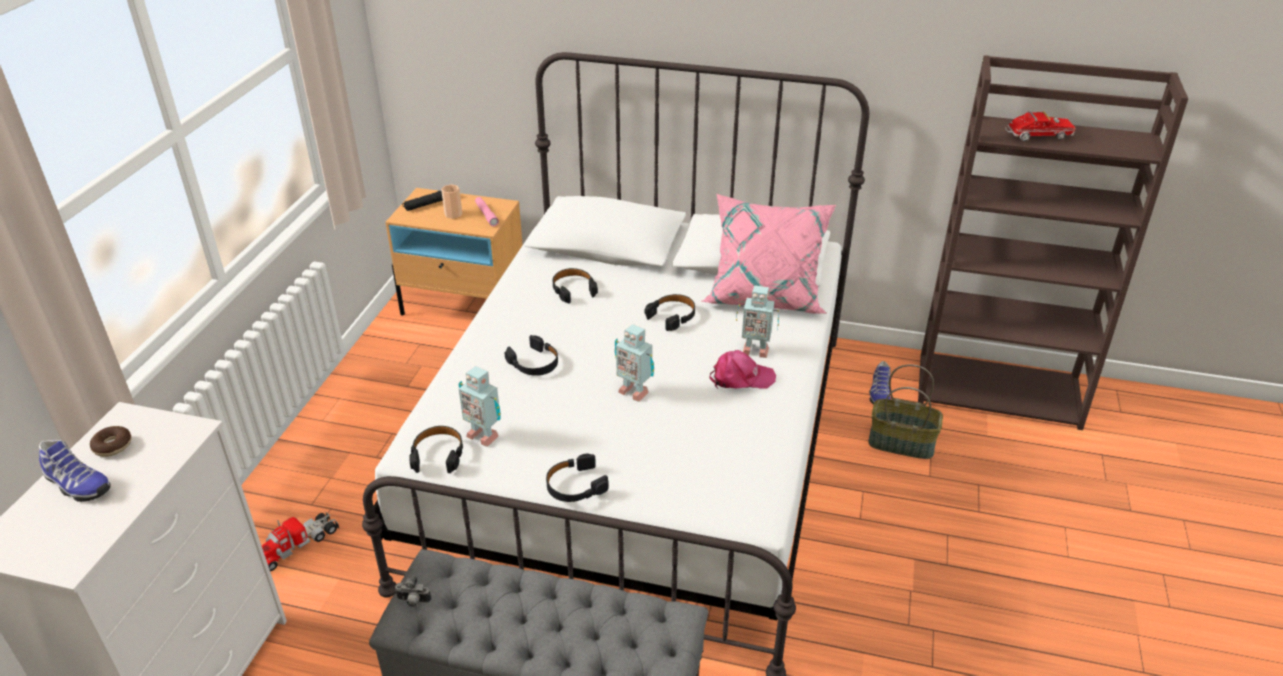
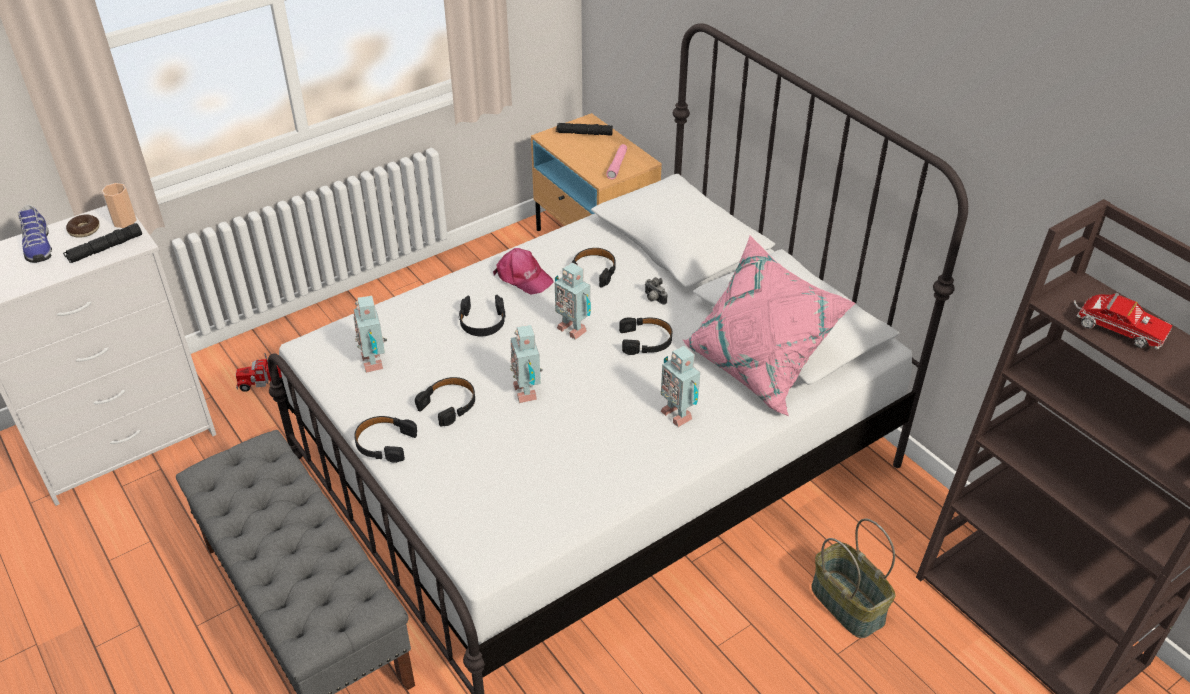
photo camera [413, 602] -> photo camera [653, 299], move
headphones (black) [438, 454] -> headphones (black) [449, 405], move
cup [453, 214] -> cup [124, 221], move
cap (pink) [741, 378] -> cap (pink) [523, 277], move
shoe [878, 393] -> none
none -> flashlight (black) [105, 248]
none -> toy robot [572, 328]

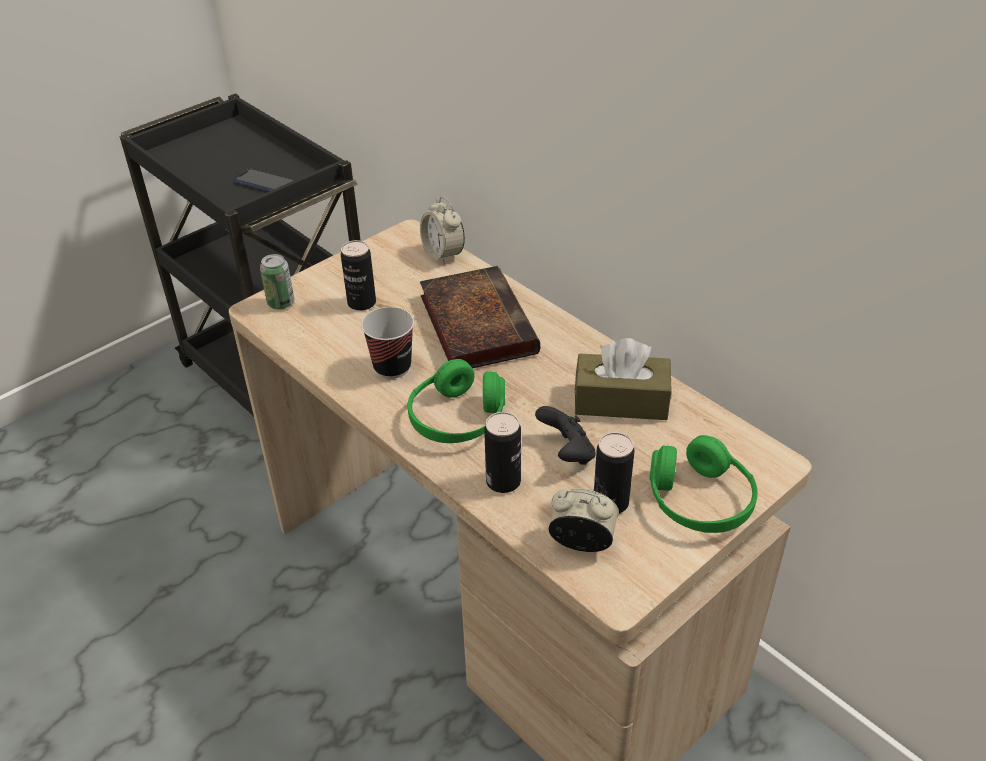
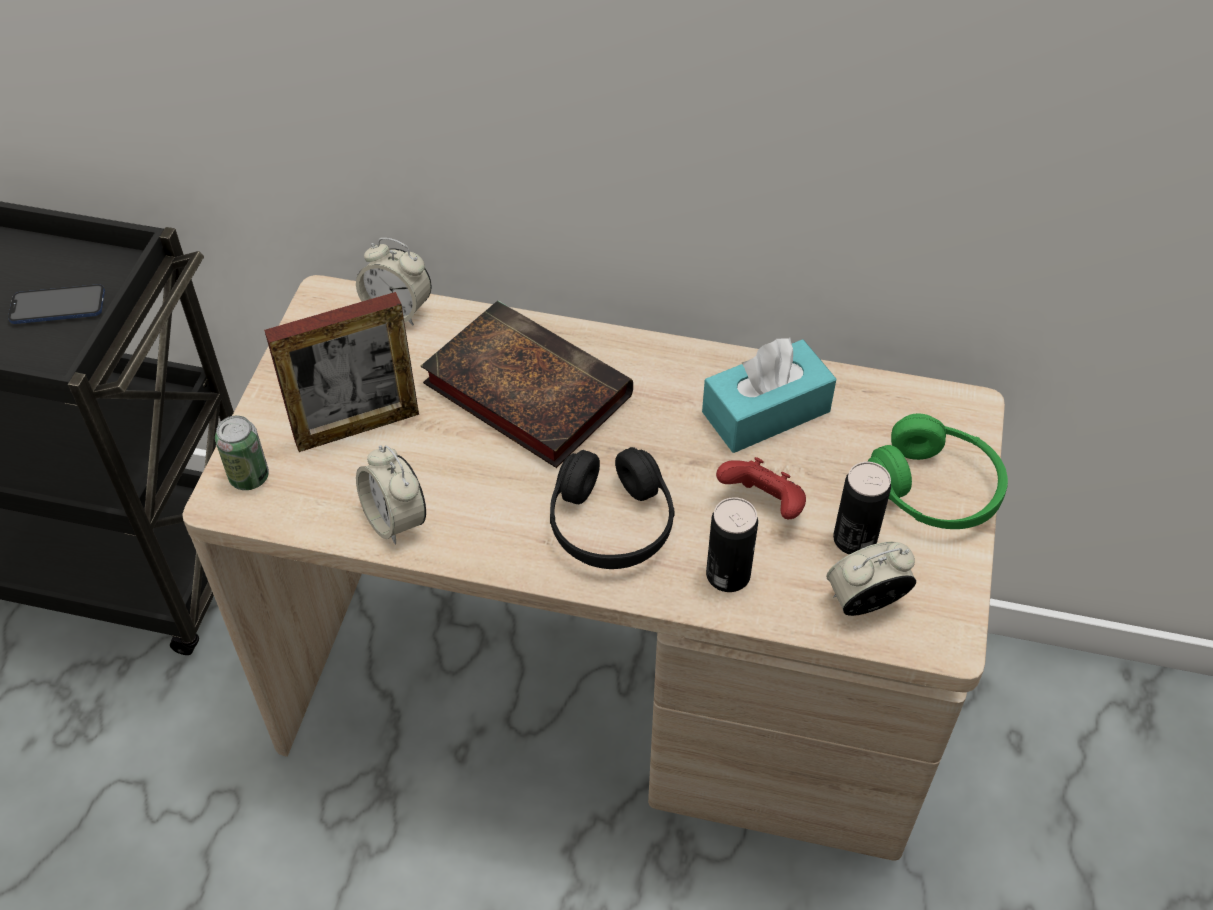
can [361, 303] -> picture frame [357, 427]
cup [392, 367] -> none
headphones (green) [457, 418] -> headphones (black) [611, 524]
game controller (black) [567, 453] -> game controller (red) [763, 504]
tissue box (brown) [621, 401] -> tissue box (turquoise) [766, 412]
none -> alarm clock [395, 520]

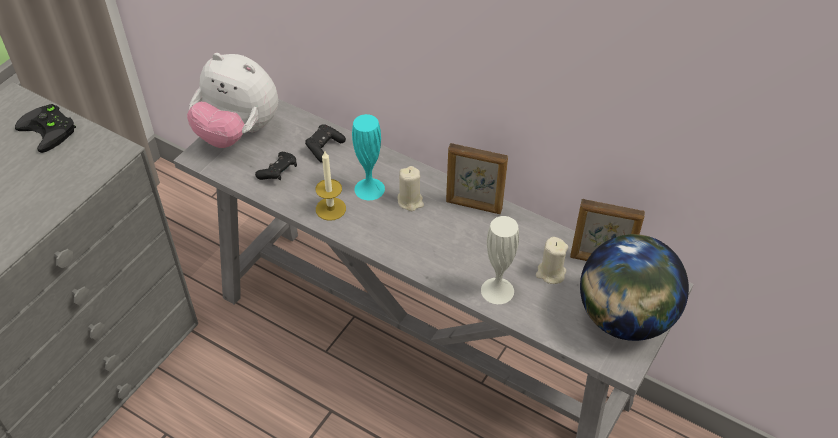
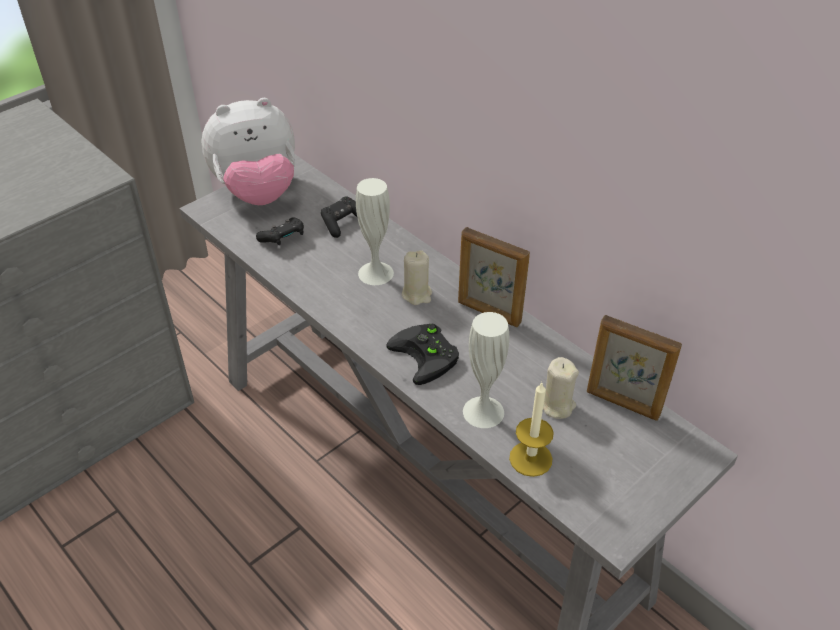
game controller (black) [51, 130] -> game controller (black) [428, 356], move
plush toy [238, 132] -> plush toy [257, 192], 60 degrees counterclockwise
candle [330, 209] -> candle [530, 458], move
vase (turquoise) [369, 189] -> vase (white) [375, 273]
globe [624, 318] -> none

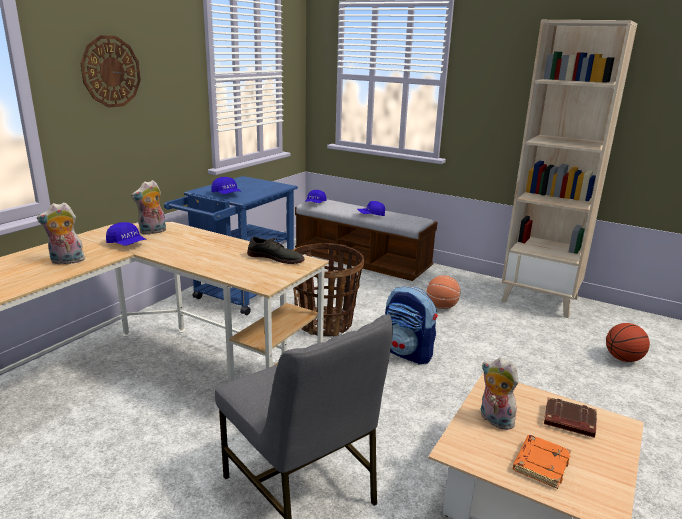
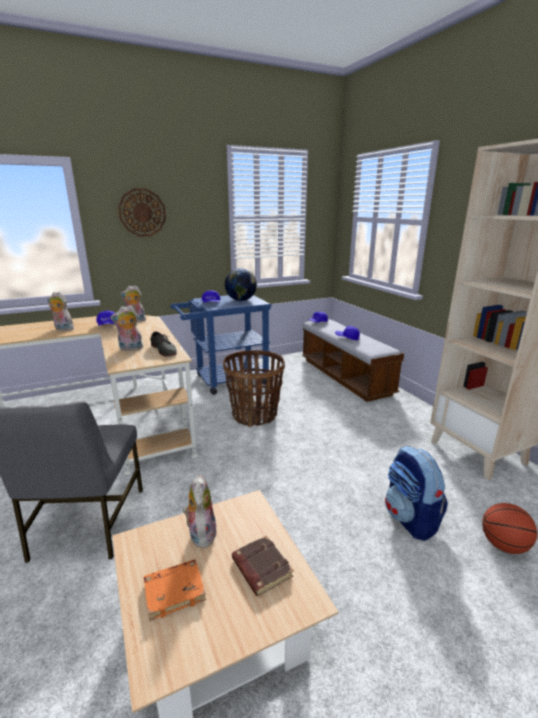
backpack [408, 353] -> backpack [410, 519], move
basketball [442, 306] -> none
none -> plush toy [130, 349]
none -> globe [241, 300]

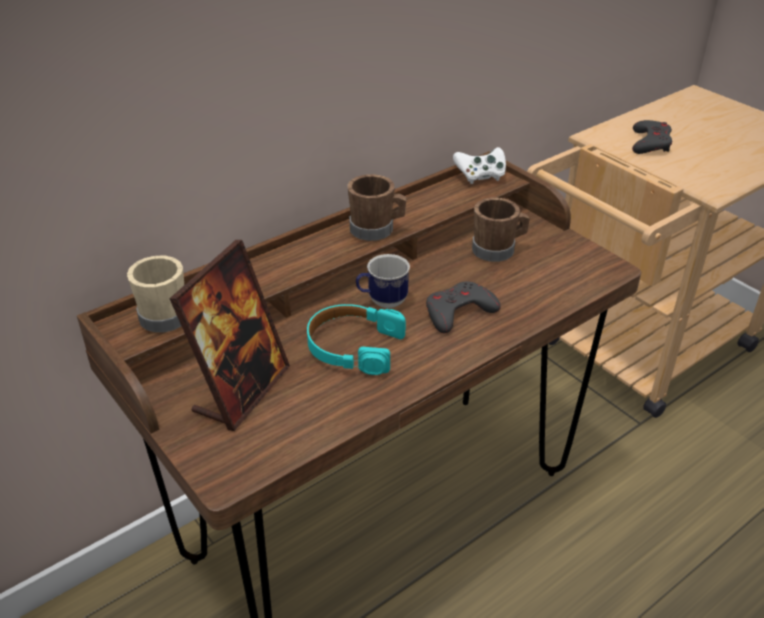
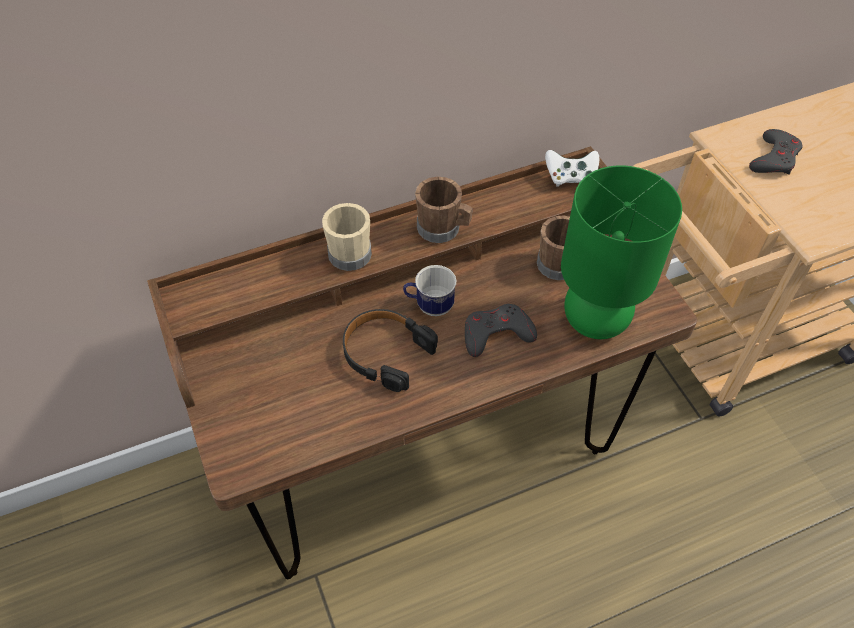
mug (beige) [162, 314] -> mug (beige) [348, 250], move
picture frame [241, 390] -> none
headphones (turquoise) [353, 347] -> headphones (black) [386, 353]
none -> table lamp (green) [595, 321]

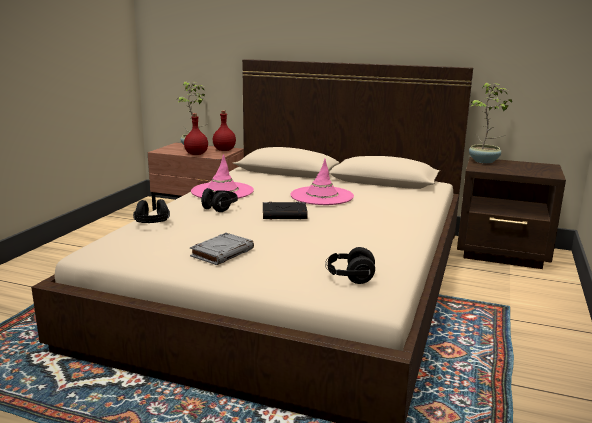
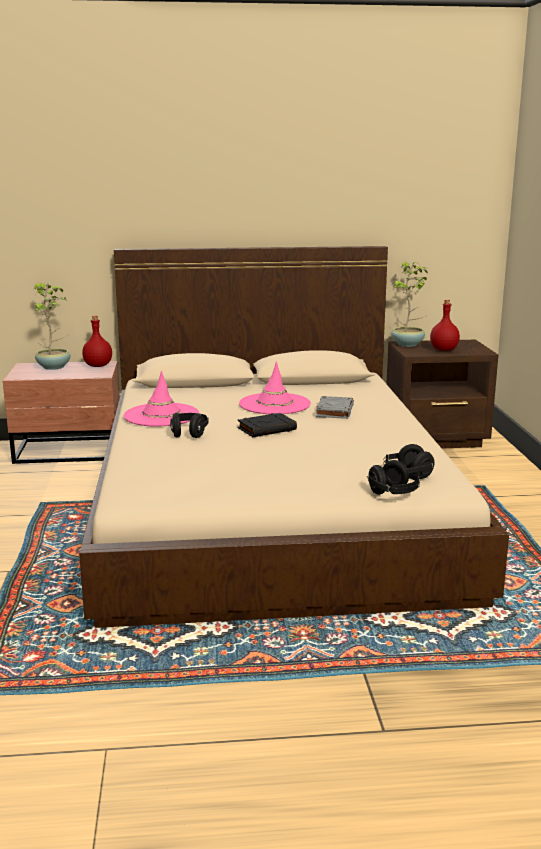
headphones (black) [152, 224] -> headphones (black) [393, 494], move
bottle (red) [196, 154] -> bottle (red) [443, 350], move
book (grey) [222, 252] -> book (grey) [334, 411], move

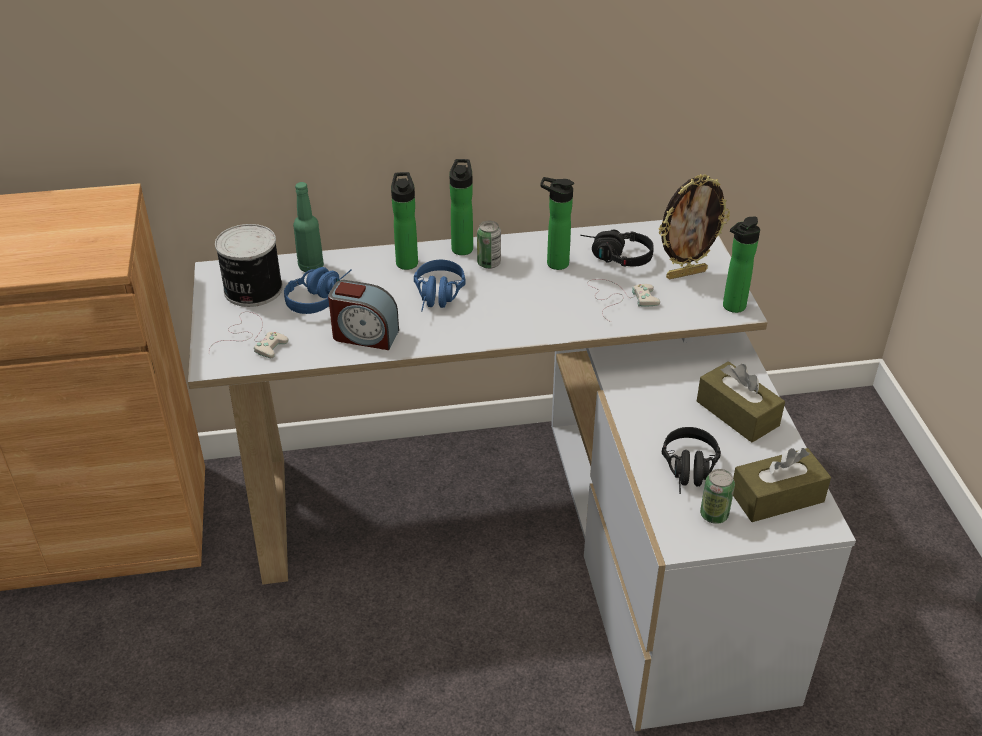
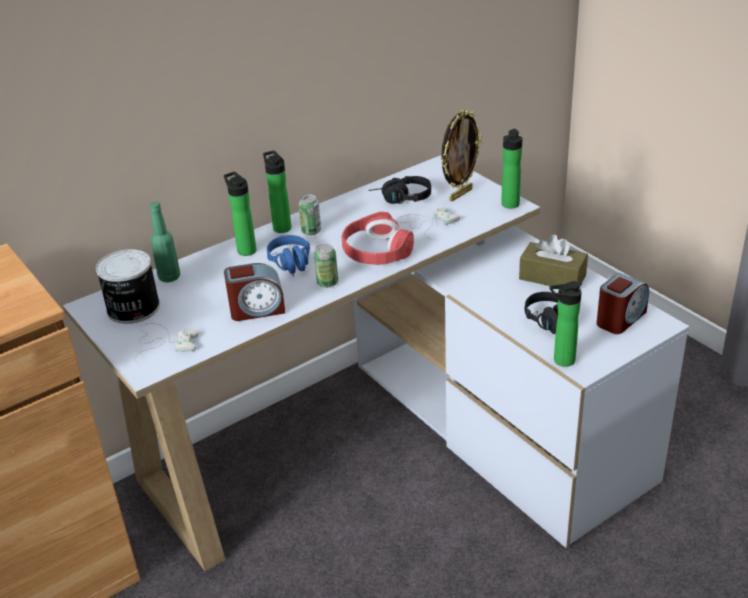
headphones (blue) [320, 297] -> none
bottle [554, 263] -> bottle [561, 361], move
can [714, 515] -> can [327, 283], move
tissue box (brown) [777, 497] -> alarm clock [620, 319]
none -> headphones (red) [376, 251]

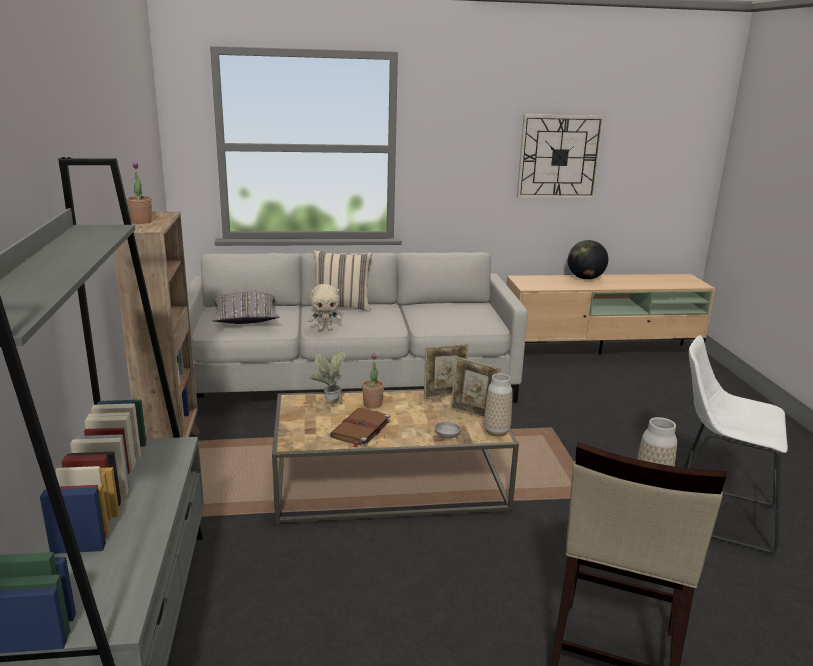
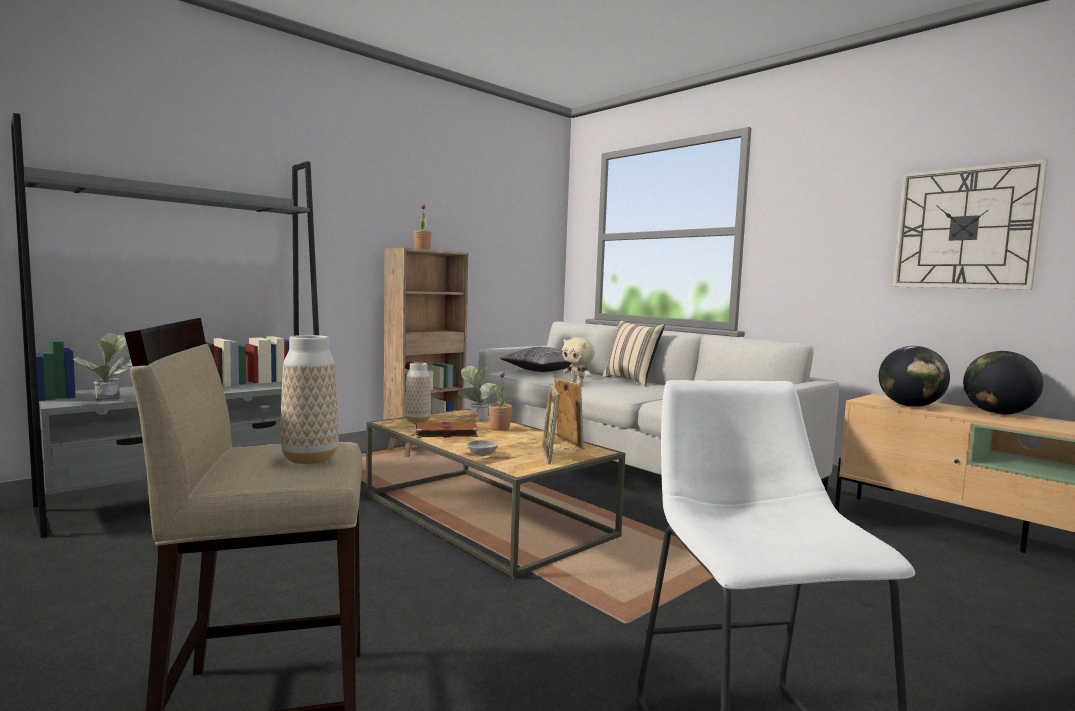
picture frame [444, 395] -> picture frame [567, 443], 150 degrees counterclockwise
vase [496, 431] -> vase [417, 420], move
none -> potted plant [106, 400]
none -> globe [910, 406]

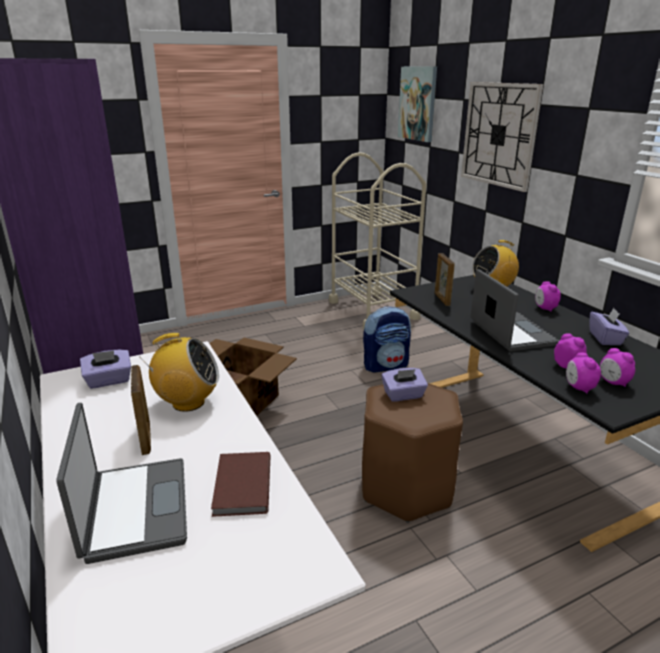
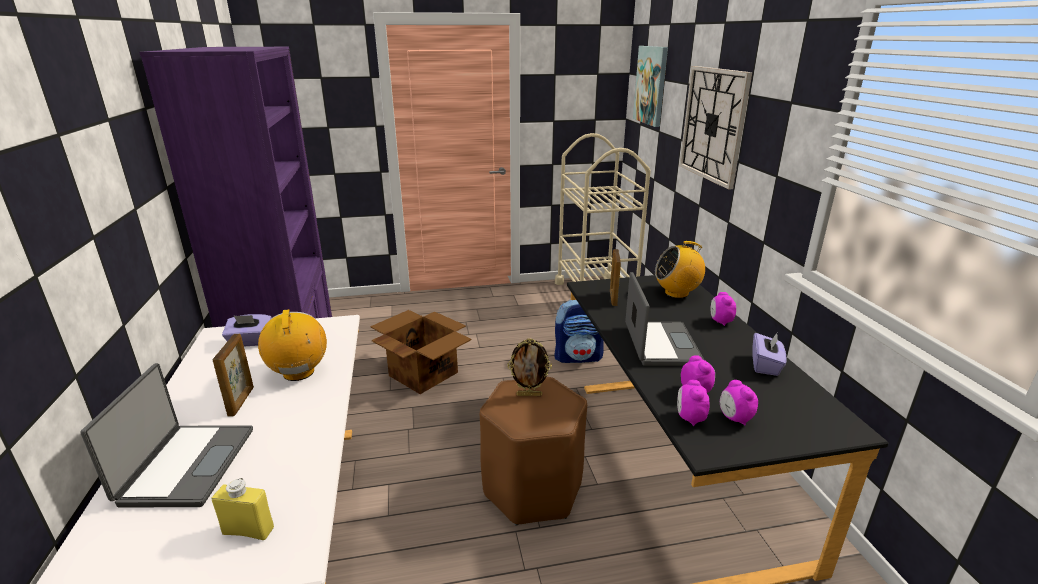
radio [187, 402] -> radio [299, 372], 120 degrees counterclockwise
book (brown) [240, 486] -> none
tissue box (purple) [403, 395] -> picture frame [529, 394]
none -> bottle (yellow) [248, 530]

